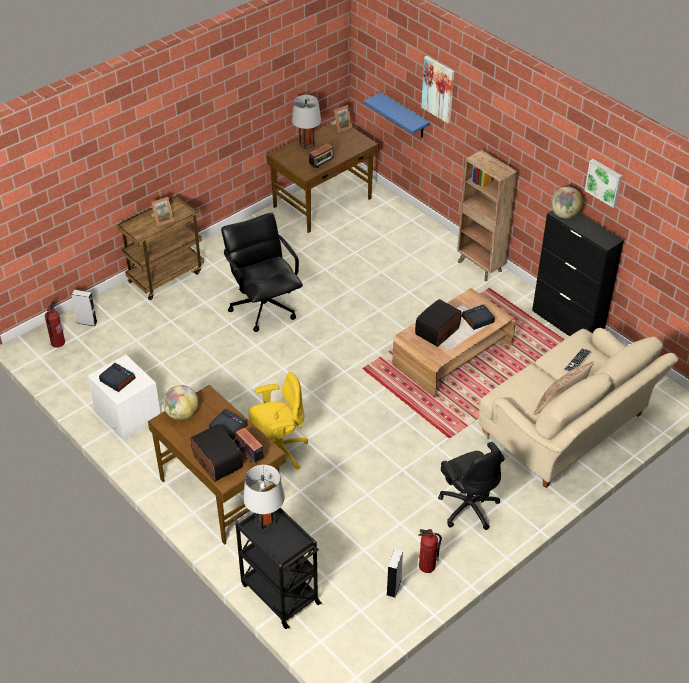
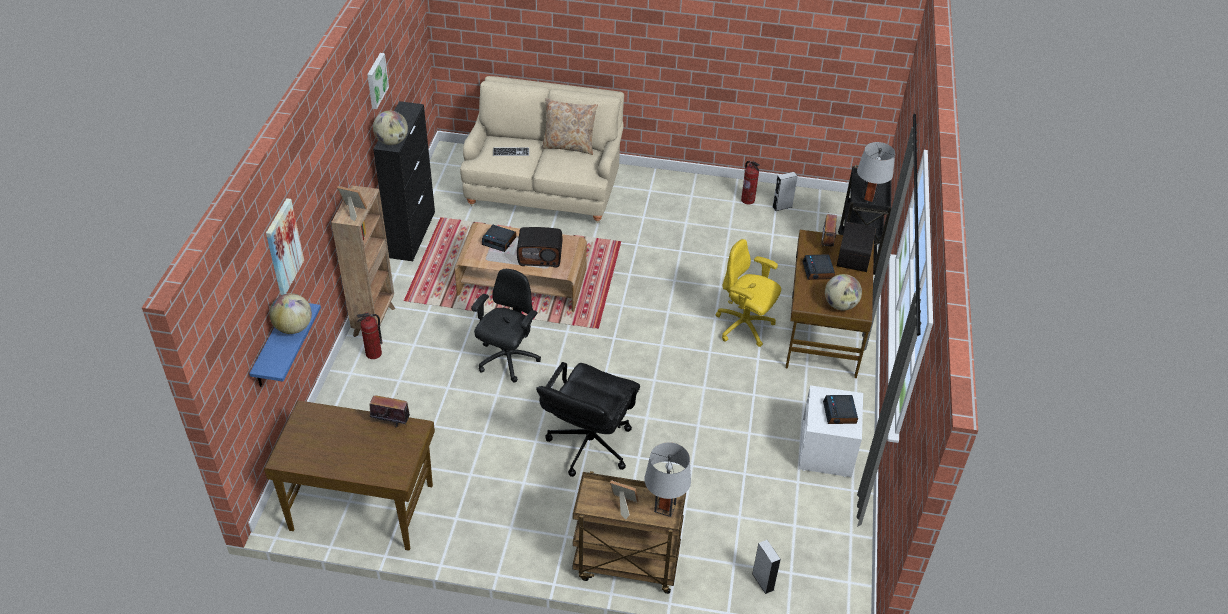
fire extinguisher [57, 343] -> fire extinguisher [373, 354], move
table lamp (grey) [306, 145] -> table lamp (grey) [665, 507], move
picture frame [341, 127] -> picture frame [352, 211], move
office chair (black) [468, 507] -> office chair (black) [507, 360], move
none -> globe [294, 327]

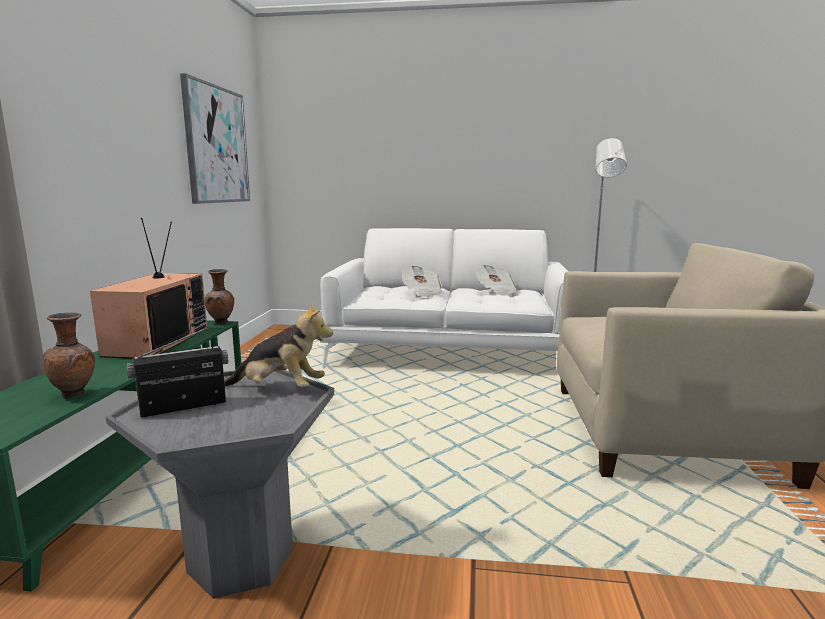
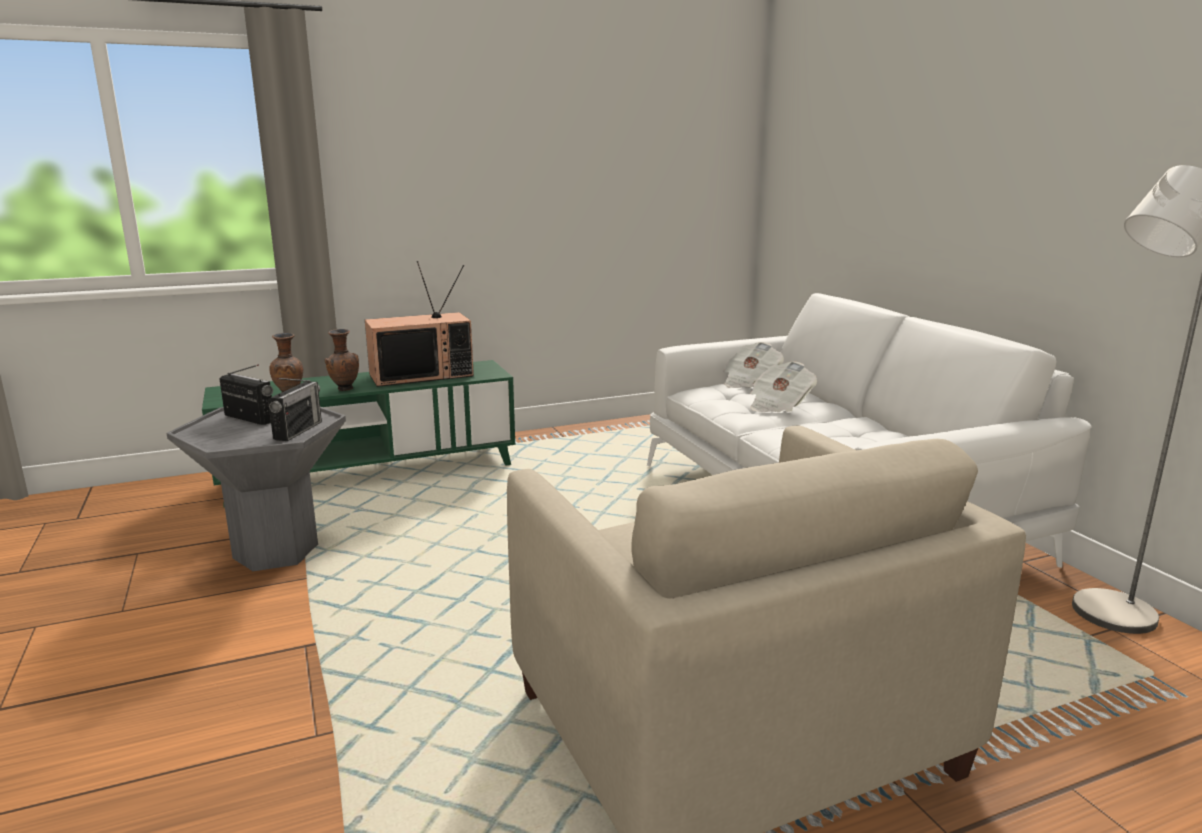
picture [217, 145] -> none
vase (brown) [222, 323] -> vase (brown) [344, 389], move
plush toy [280, 389] -> radio [298, 431]
newspaper [496, 291] -> newspaper [749, 382], move

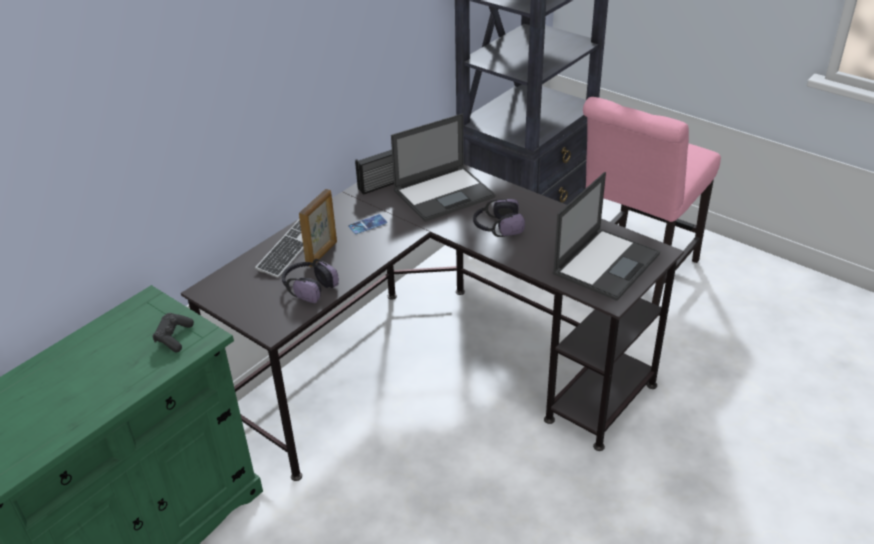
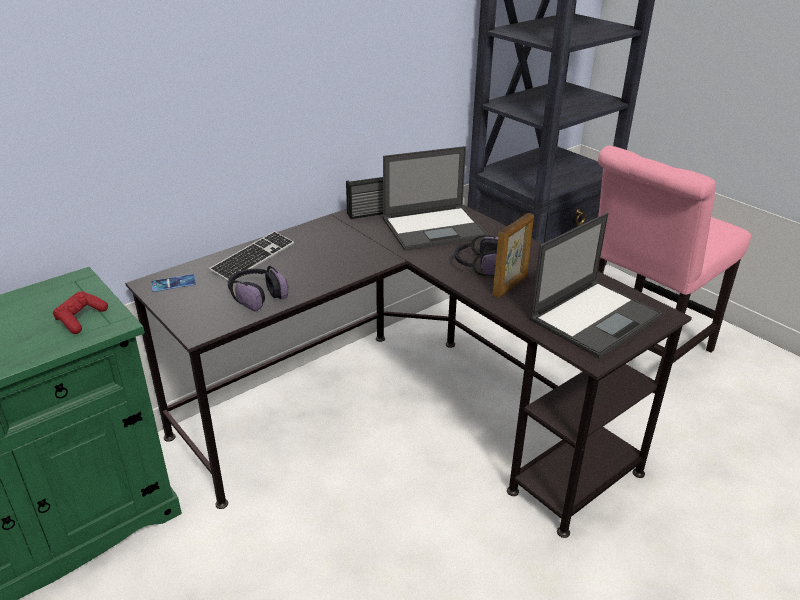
game controller (black) [174, 338] -> game controller (red) [81, 319]
picture frame [322, 253] -> picture frame [510, 286], move
phone [367, 224] -> phone [173, 283], move

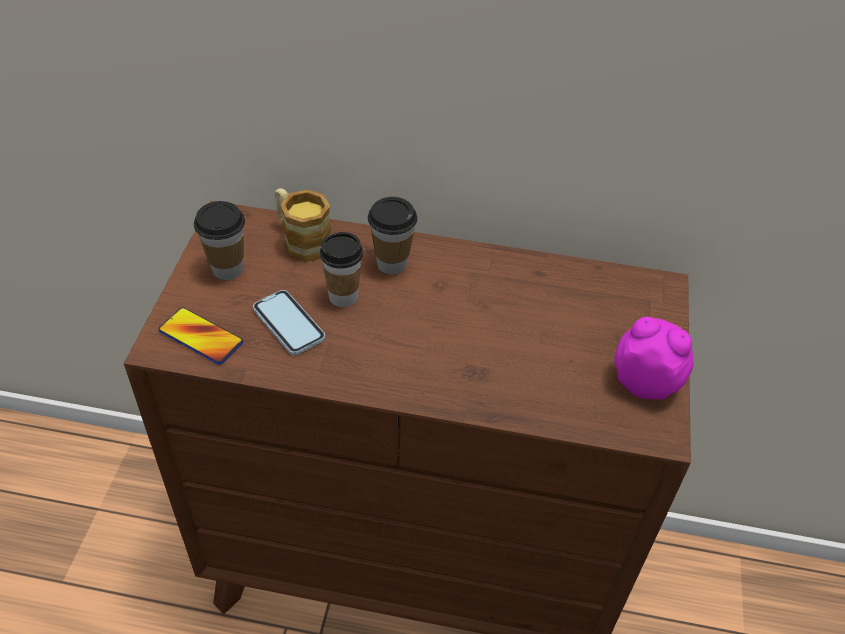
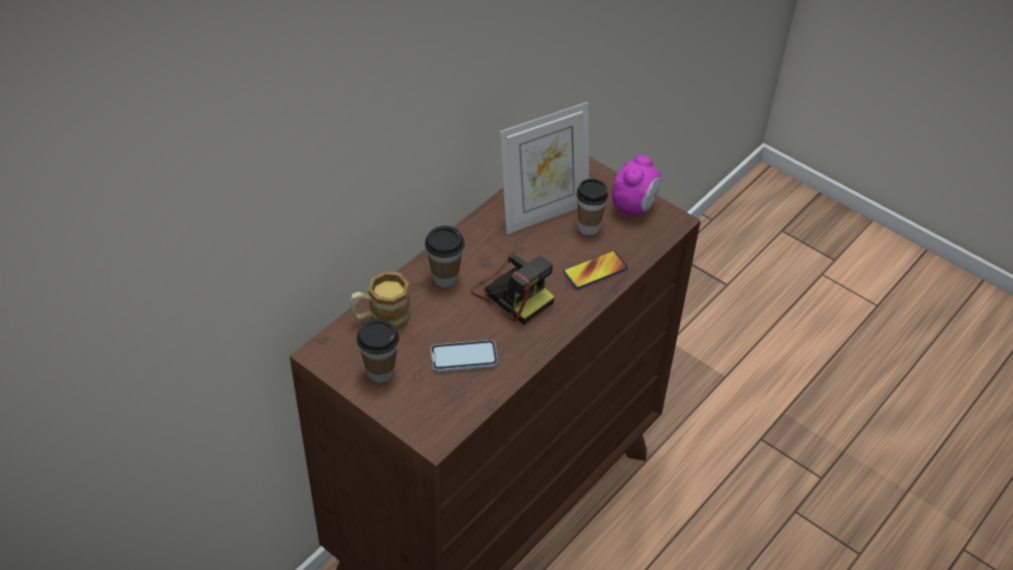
phone [201, 337] -> phone [595, 270], move
cup [343, 296] -> cup [588, 227], move
alarm clock [645, 382] -> alarm clock [634, 207], 150 degrees clockwise
none -> photo camera [512, 293]
none -> picture frame [543, 212]

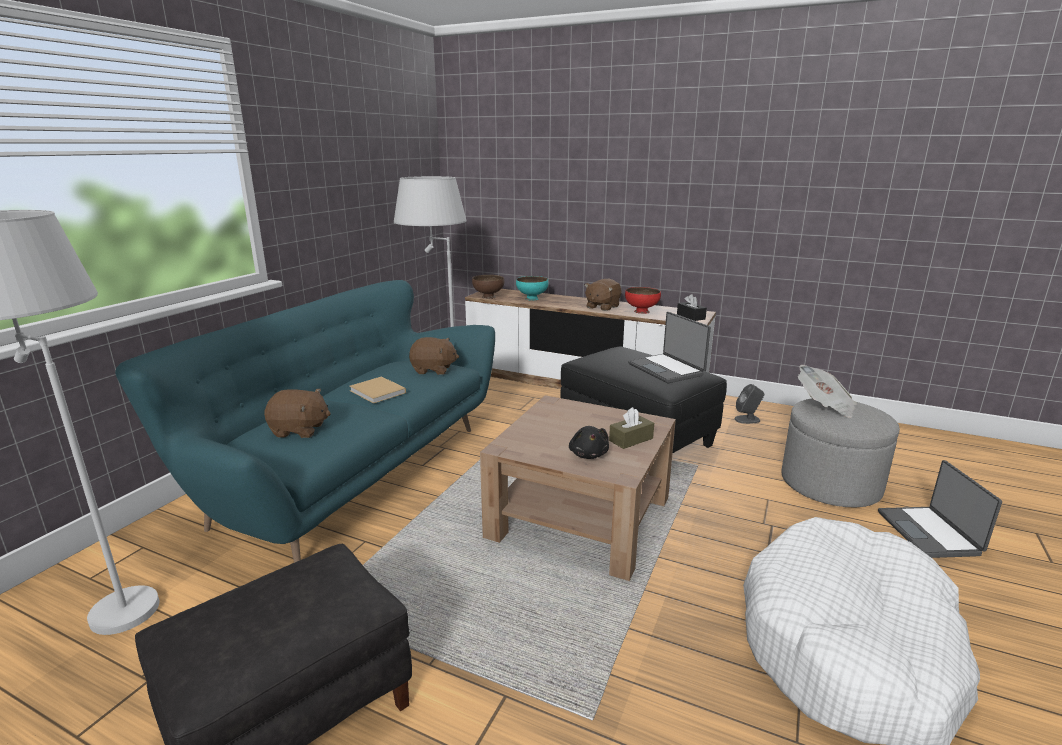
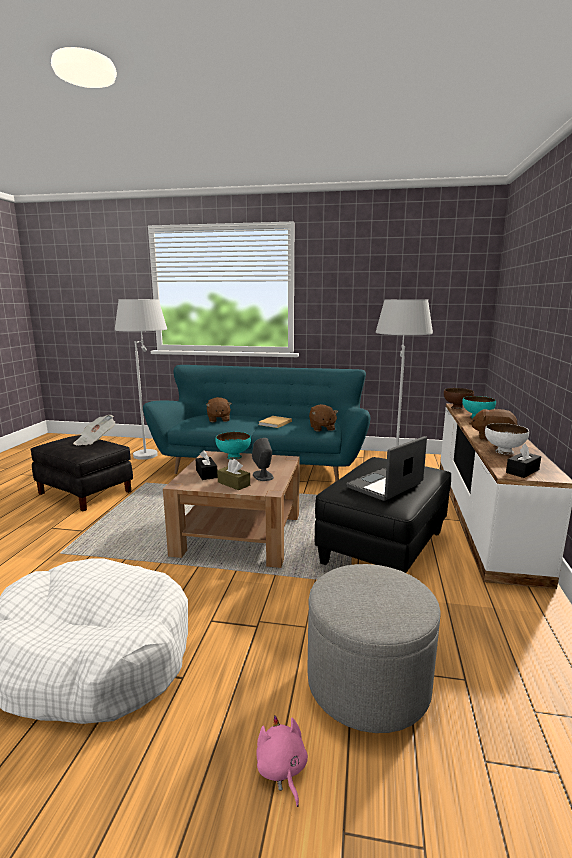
plush toy (black) [588, 454] -> tissue box (black) [206, 474]
bowl (red) [641, 311] -> bowl (white) [503, 451]
speaker (grey) [747, 419] -> speaker (grey) [263, 476], move
newspaper [825, 406] -> newspaper [95, 441], move
laptop [929, 533] -> plush toy (pink) [282, 770]
none -> bowl (turquoise) [233, 456]

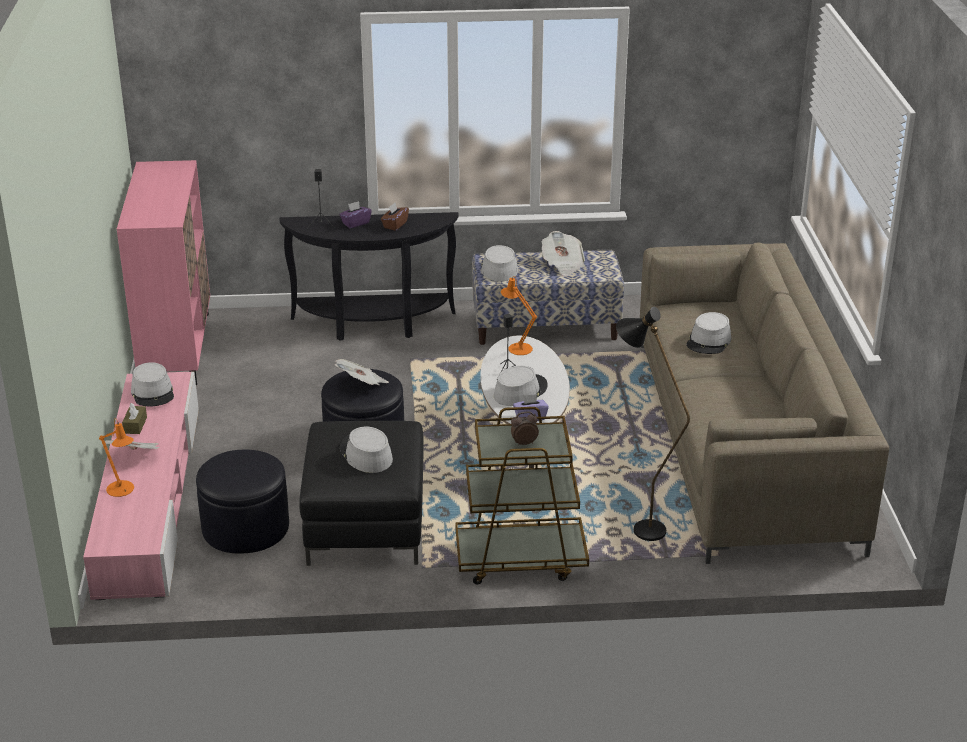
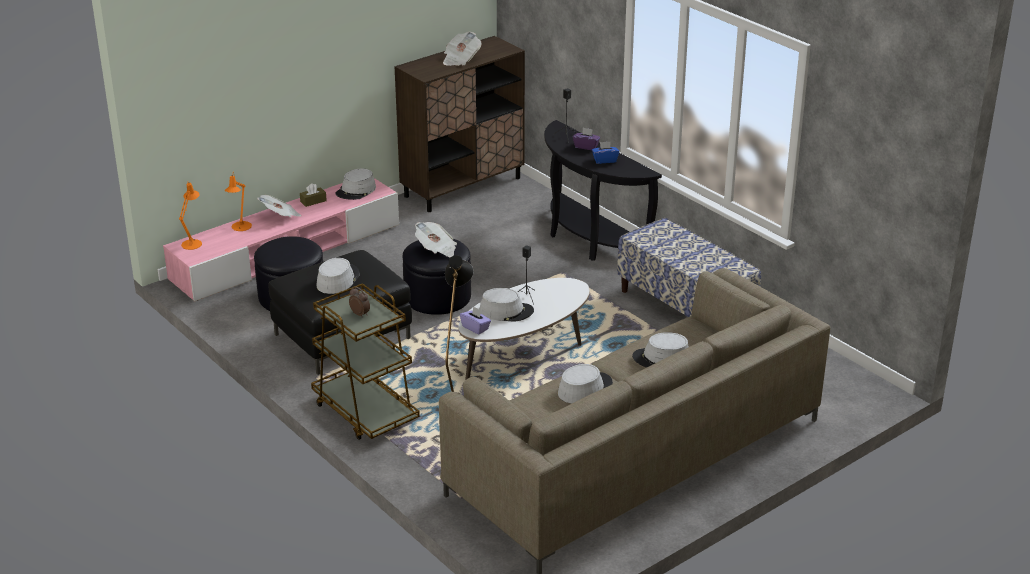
cabinet (pink) [176, 348] -> cabinet (brown) [463, 187]
tissue box (brown) [395, 225] -> tissue box (blue) [605, 160]
hat (grey) [499, 268] -> hat (grey) [584, 389], move
table lamp (orange) [517, 347] -> table lamp (orange) [193, 243], move
newspaper [563, 265] -> newspaper [460, 59], move

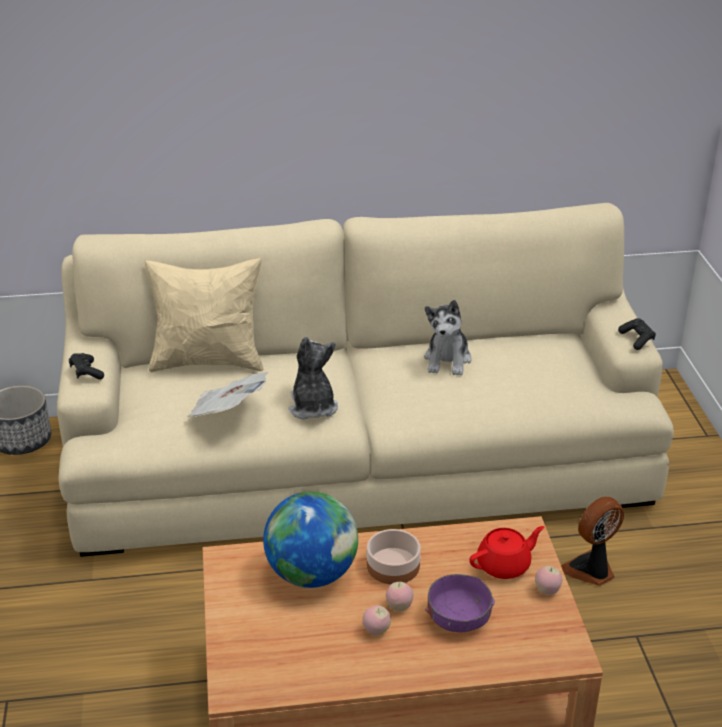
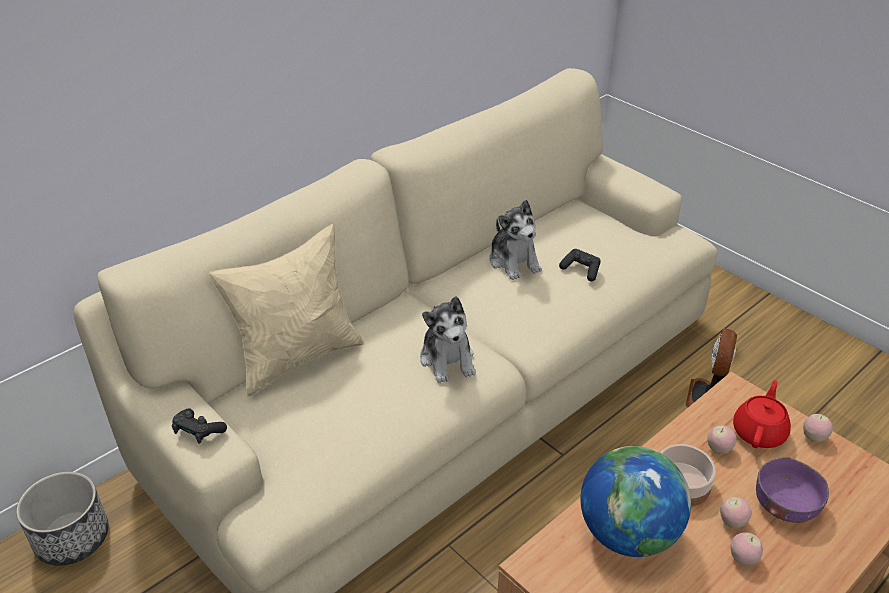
newspaper [228, 413] -> none
plush toy [312, 407] -> plush toy [448, 359], 150 degrees counterclockwise
game controller (black) [637, 339] -> game controller (black) [581, 270], move
none -> apple [718, 449]

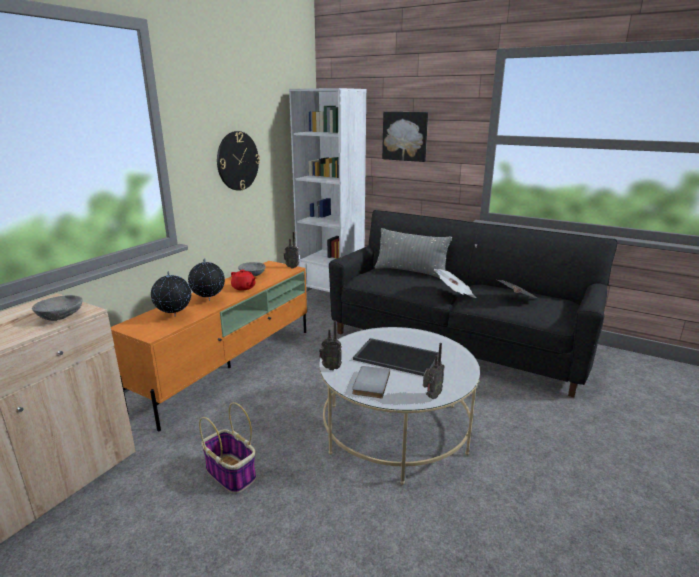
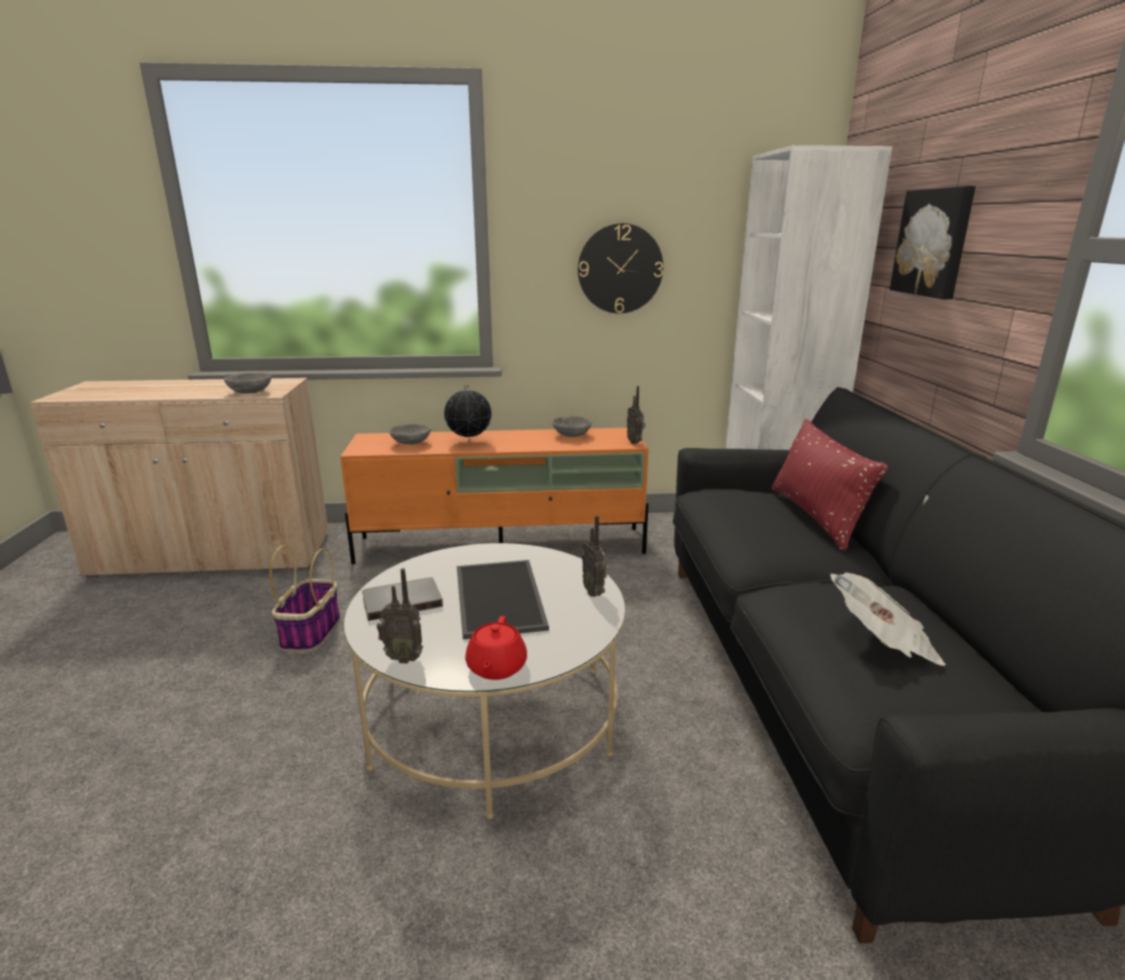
globe [174, 316] -> bowl (grey) [410, 444]
teapot (red) [244, 287] -> teapot (red) [496, 668], move
radio [331, 367] -> radio [595, 592], move
pillow (grey) [410, 272] -> pillow (red) [815, 516]
newspaper [454, 294] -> none

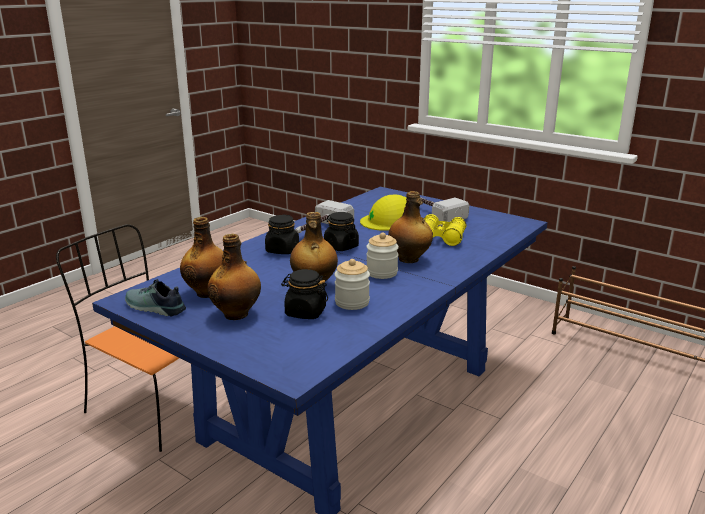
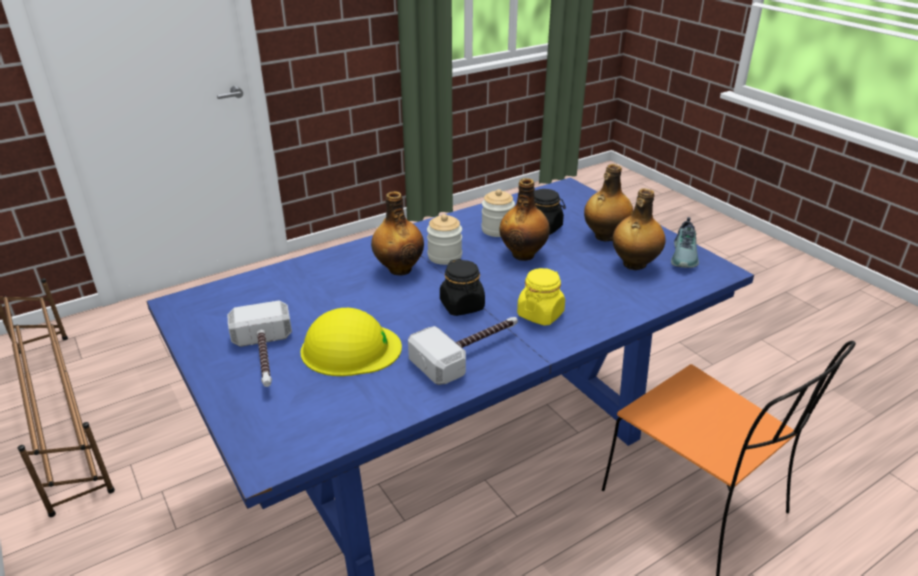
shoe [154, 308] -> shoe [685, 255], 60 degrees clockwise
jar (black) [282, 250] -> jar (yellow) [540, 314]
binoculars (yellow) [440, 238] -> none

